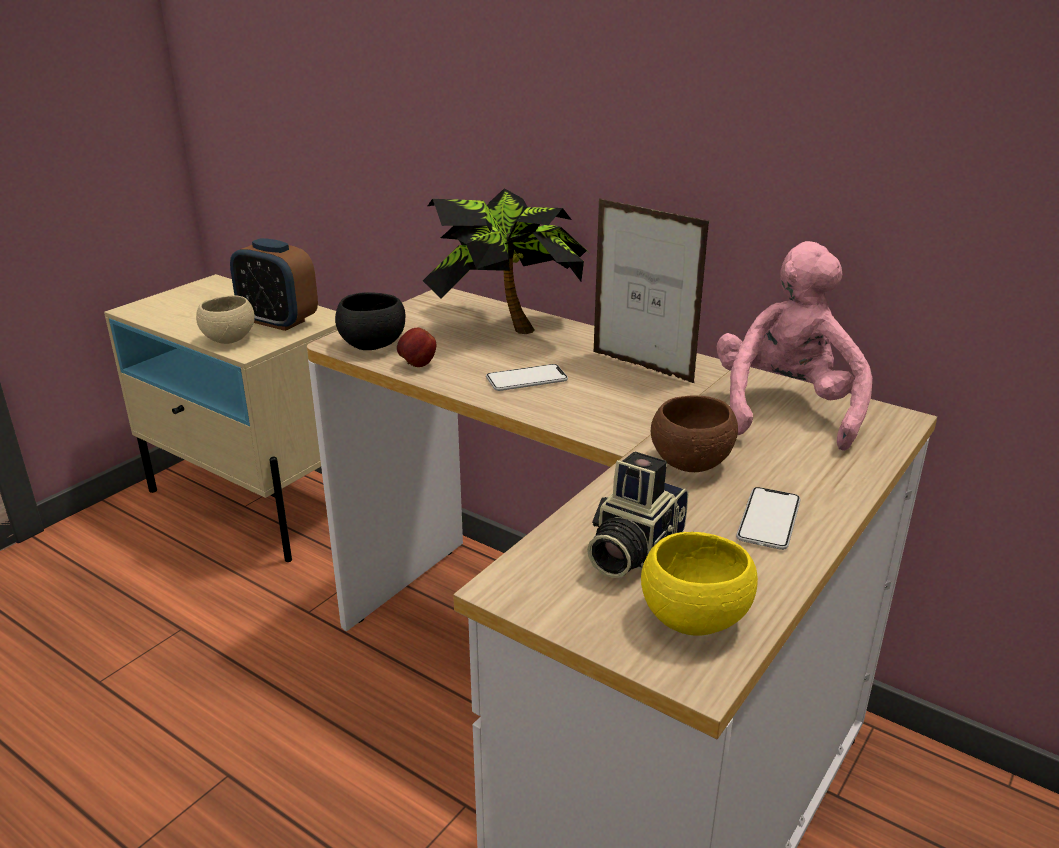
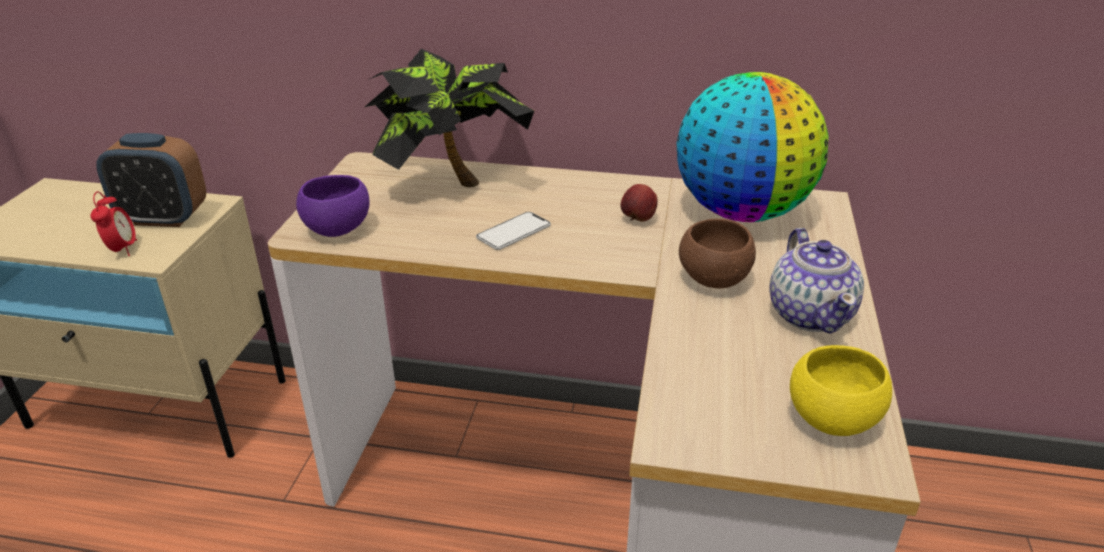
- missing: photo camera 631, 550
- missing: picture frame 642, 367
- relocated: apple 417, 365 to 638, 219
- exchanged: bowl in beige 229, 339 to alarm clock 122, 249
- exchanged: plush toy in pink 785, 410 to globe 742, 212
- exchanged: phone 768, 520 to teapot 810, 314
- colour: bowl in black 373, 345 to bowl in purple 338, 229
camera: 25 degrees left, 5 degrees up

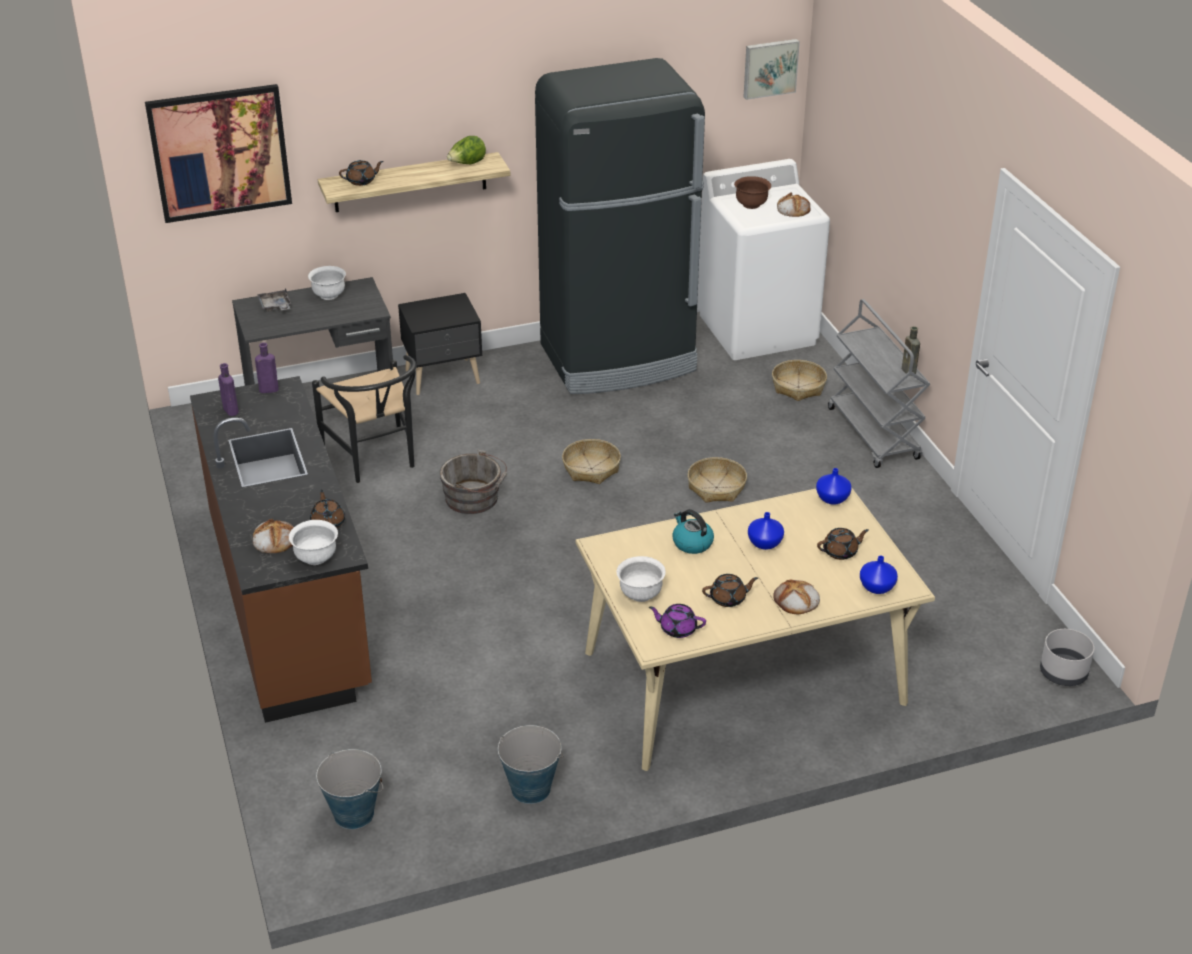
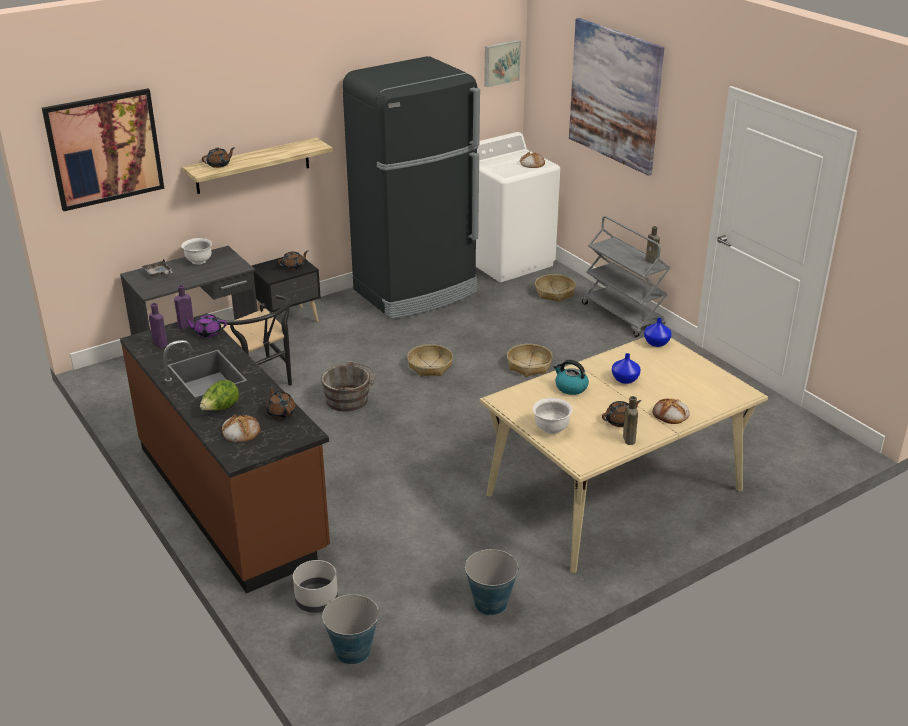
- missing: bowl in white 316, 558
- missing: bowl in brown 751, 205
- missing: vase in blue 877, 588
- appeared: picture 615, 95
- appeared: bottle in brown 628, 439
- relocated: lettuce 467, 164 to 221, 409
- relocated: teapot in purple 677, 629 to 207, 333
- relocated: teapot in brown 841, 552 to 293, 266
- relocated: planter in grey 1063, 673 to 316, 601
camera: 15 degrees left, 5 degrees down

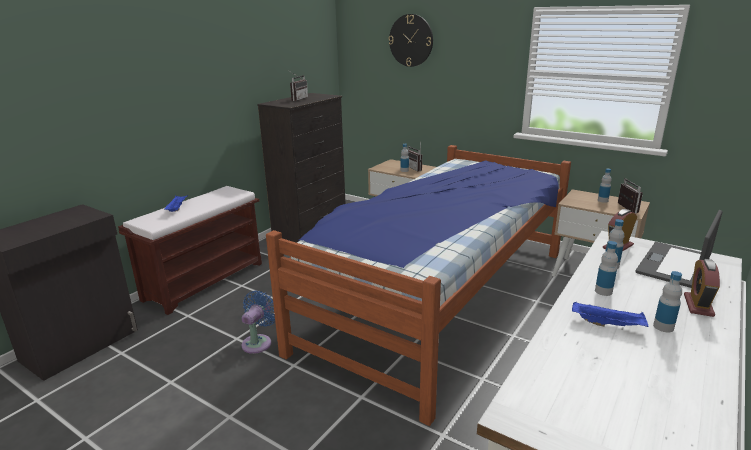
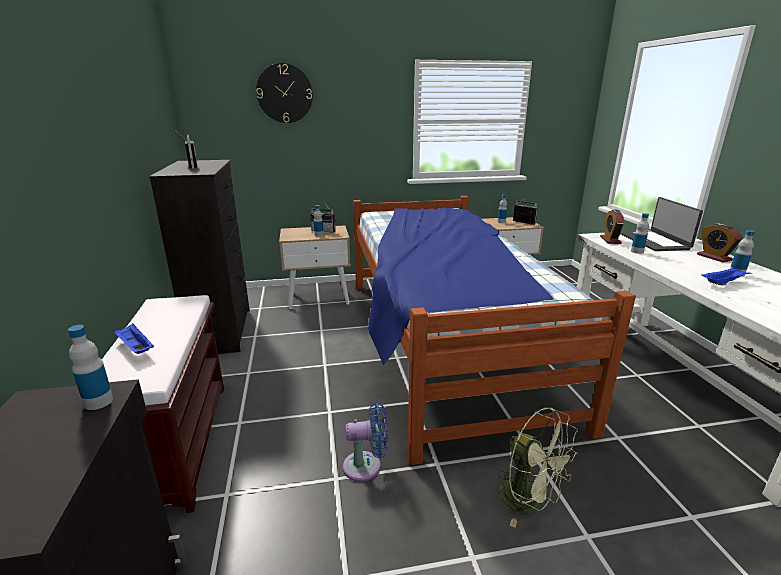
- appeared: fan in green 528, 501
- relocated: bottle 603, 291 to 98, 401
- spun: fan in blue 258, 342 = 366, 466 105 degrees clockwise
camera: 45 degrees left, 0 degrees up

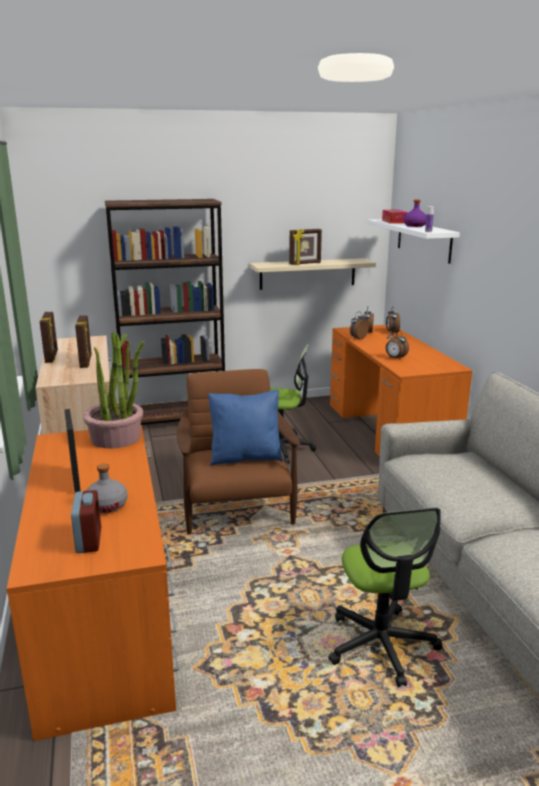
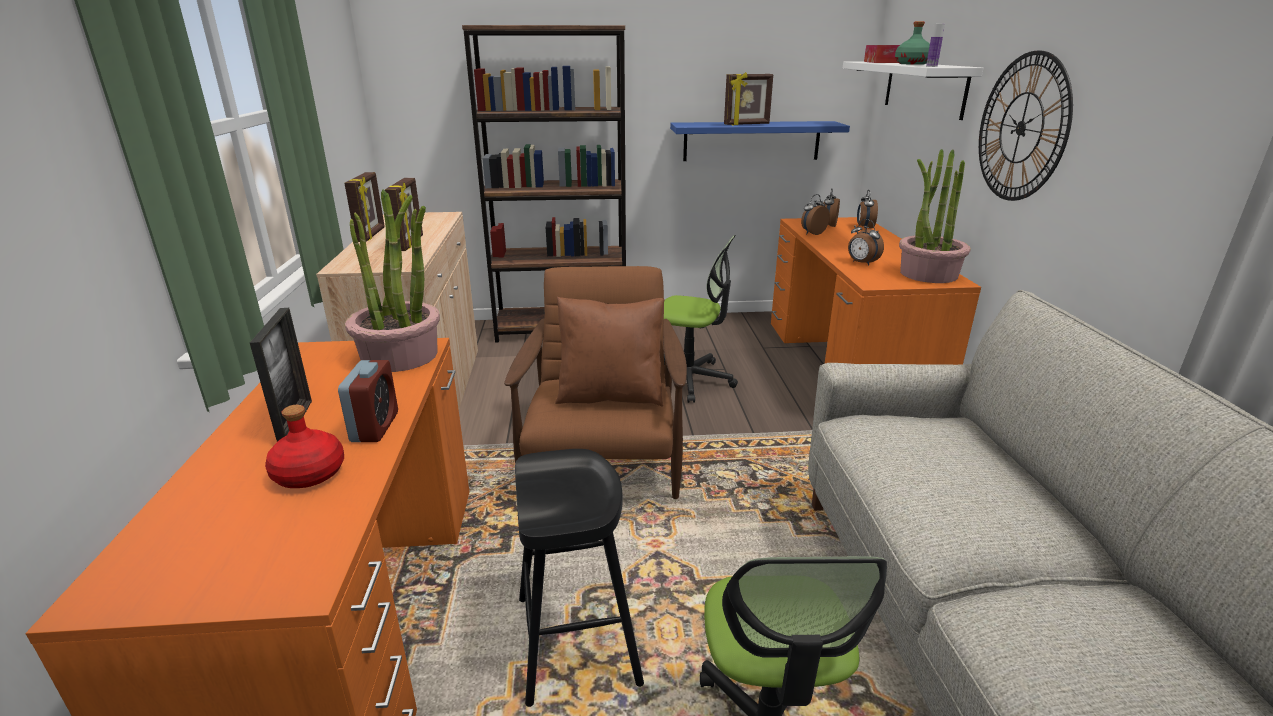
- appeared: stool in black 577, 639
- appeared: potted plant 928, 274
- appeared: wall clock 1021, 128
- relocated: alarm clock 88, 540 to 375, 427
- colour: bottle in grey 107, 505 to bottle in red 309, 473
- colour: pillow in blue 245, 457 to pillow in brown 610, 396
- colour: shelf in beige 307, 274 to shelf in blue 751, 141
- colour: bottle in purple 415, 226 to bottle in green 912, 64
camera: 10 degrees right, 5 degrees up

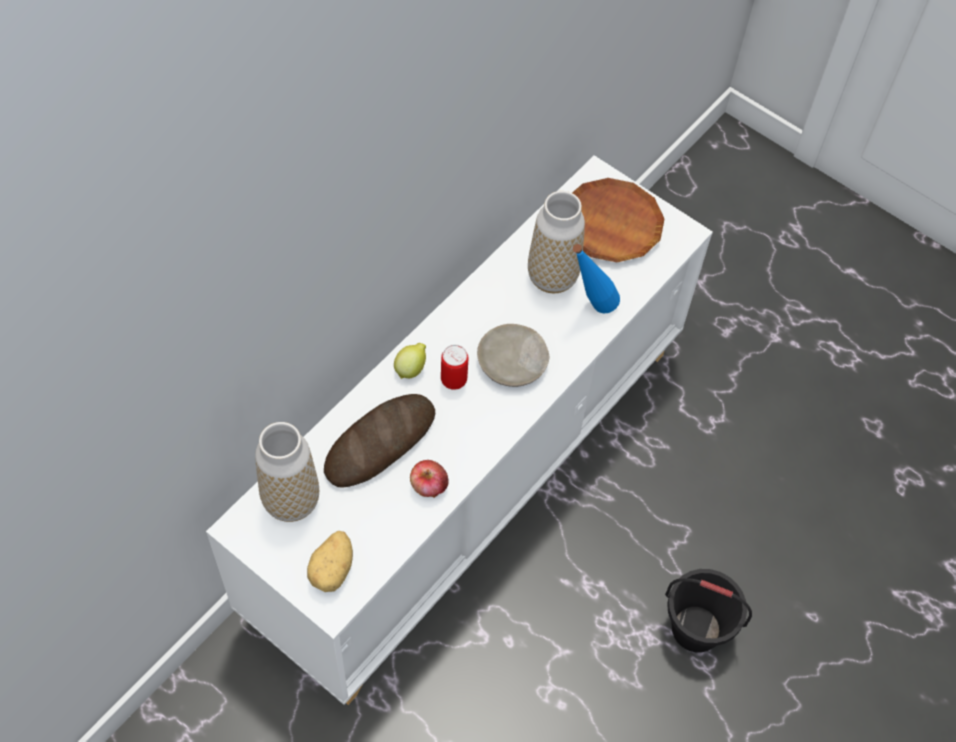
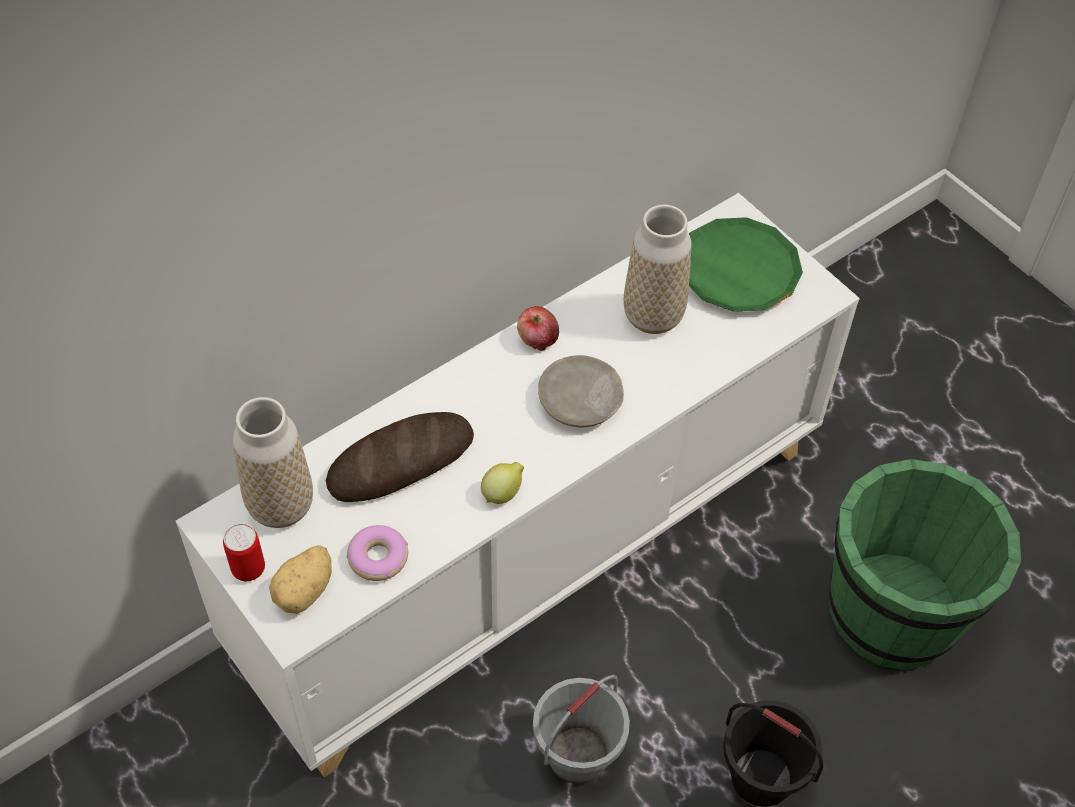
- missing: bottle in blue 589, 308
- appeared: donut 378, 558
- appeared: bucket in grey 577, 753
- appeared: bucket in green 895, 610
- relocated: lemon 411, 369 to 503, 493
- relocated: apple 428, 486 to 537, 339
- relocated: can 453, 380 to 248, 569
- colour: plate in brown 611, 225 to plate in green 738, 271
camera: 15 degrees right, 5 degrees down

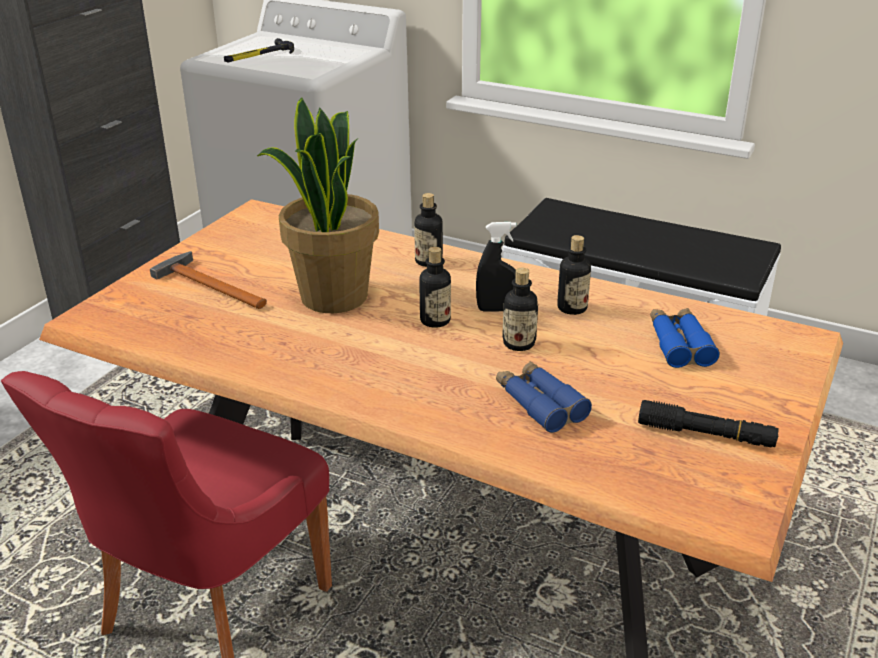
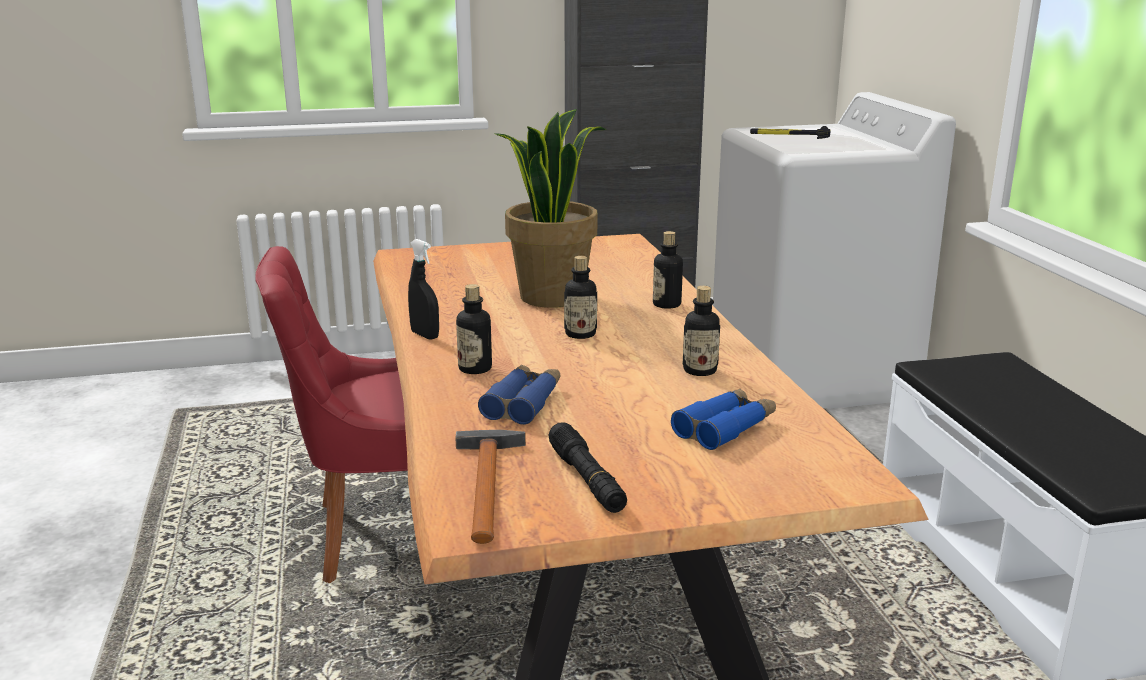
- relocated: hammer 209, 285 to 488, 483
- relocated: spray bottle in black 496, 309 to 425, 335
- relocated: bottle 518, 343 to 475, 368
camera: 50 degrees right, 10 degrees down

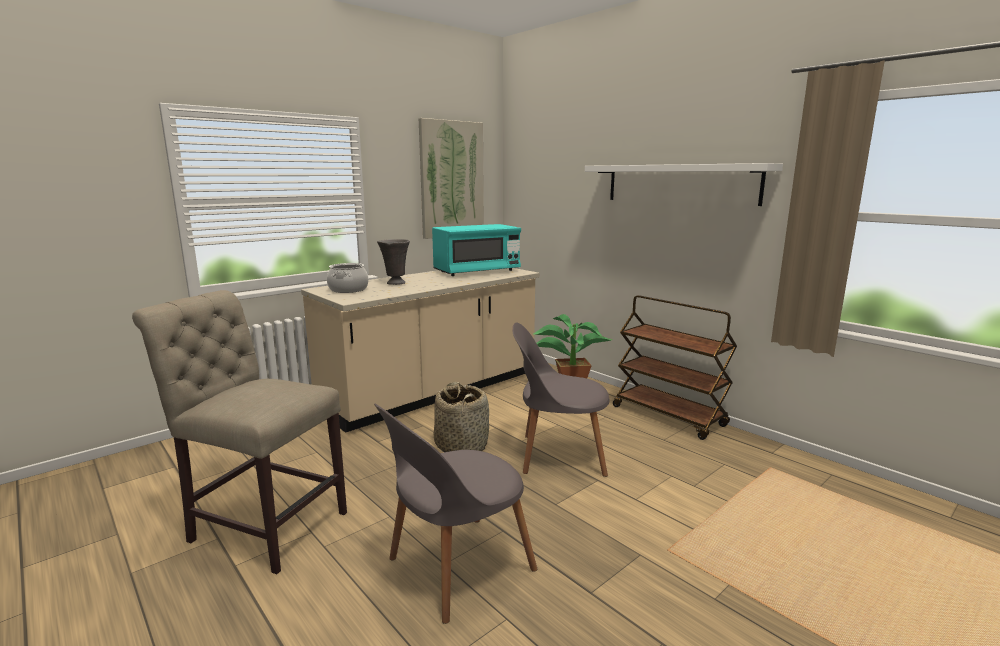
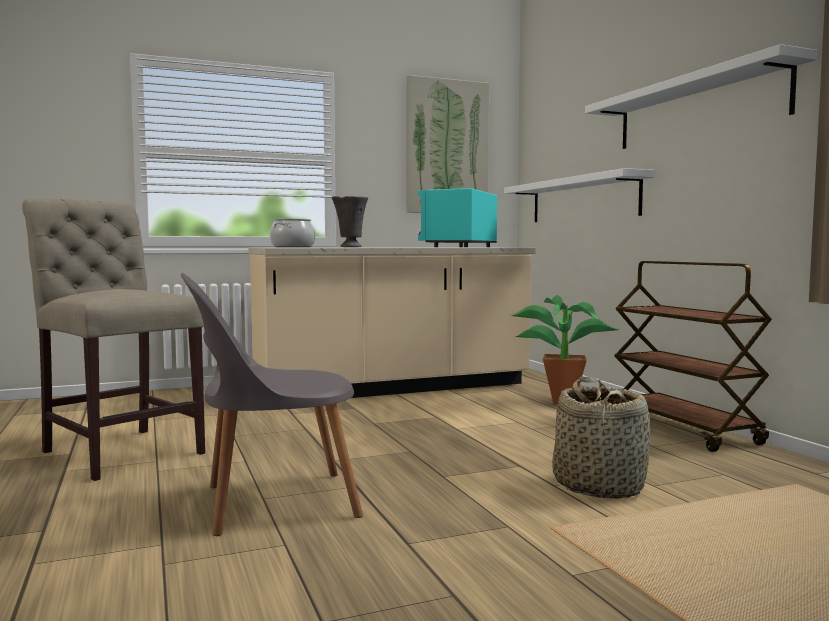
- missing: chair in grey 558, 455
- appeared: shelf in white 582, 199
- relocated: basket 461, 445 to 599, 485
- spun: microwave in turquoise 477, 272 = 459, 247 120 degrees clockwise
camera: 20 degrees right, 10 degrees down

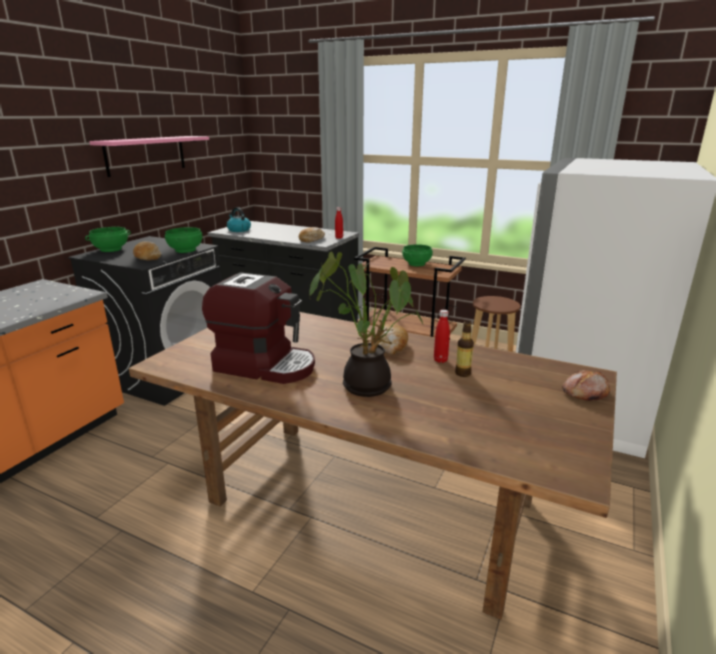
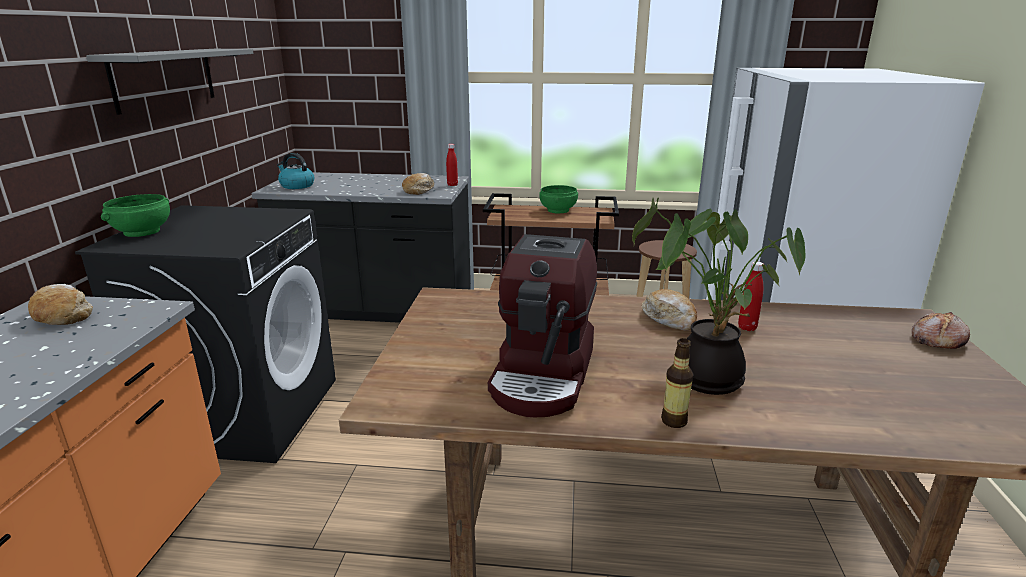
- missing: bowl in green 186, 250
- relocated: bread 147, 257 to 62, 315
- relocated: bottle 462, 373 to 674, 421
- colour: shelf in pink 146, 155 to shelf in grey 164, 78
- spun: coffee machine 265, 365 = 544, 375 105 degrees clockwise
camera: 20 degrees left, 0 degrees up

